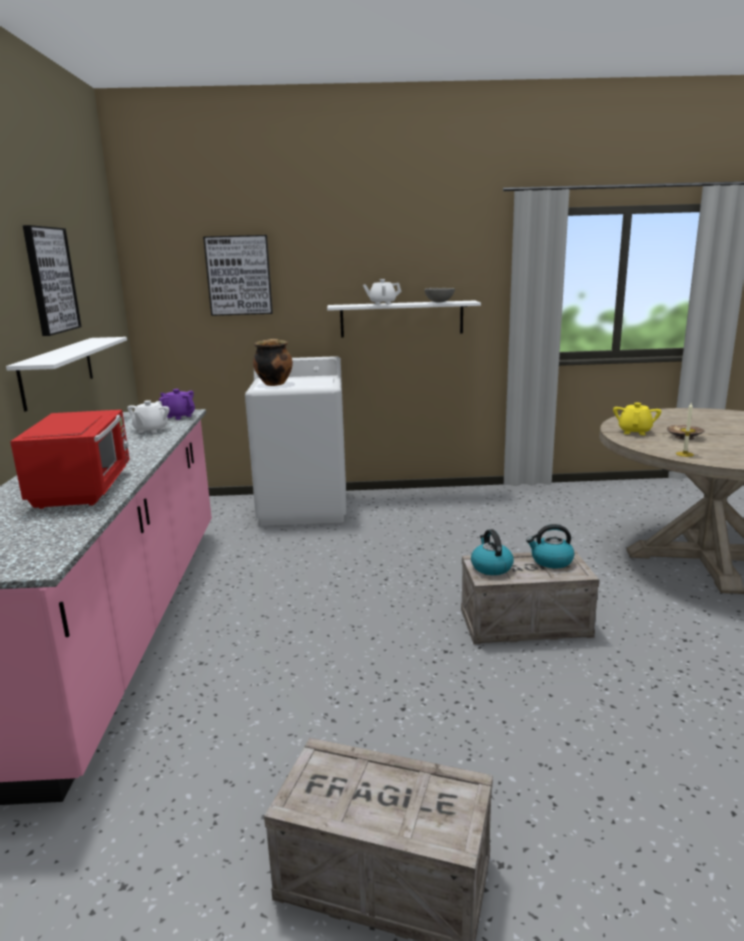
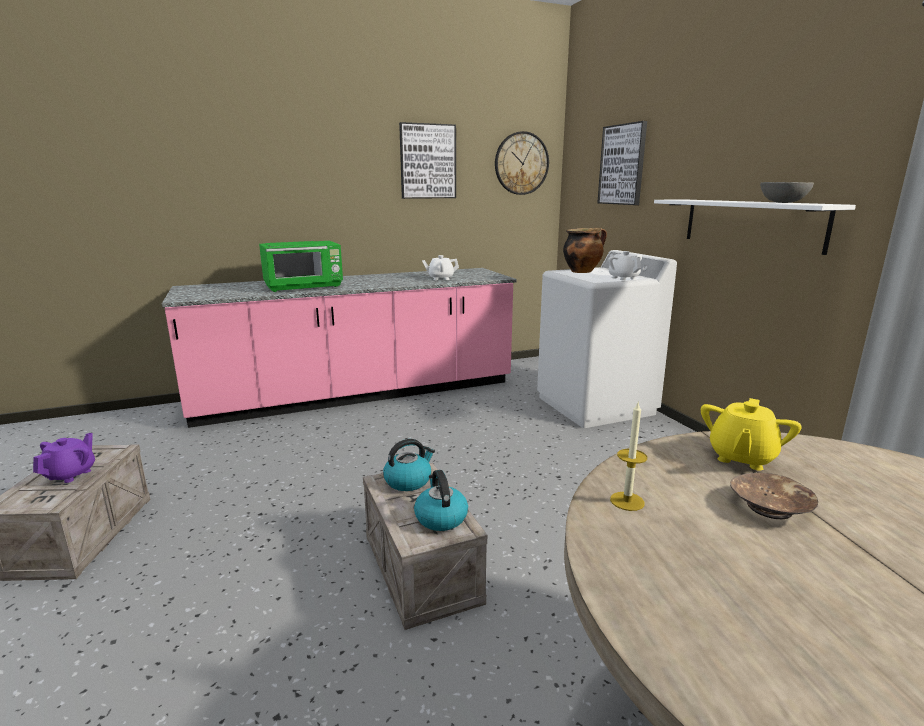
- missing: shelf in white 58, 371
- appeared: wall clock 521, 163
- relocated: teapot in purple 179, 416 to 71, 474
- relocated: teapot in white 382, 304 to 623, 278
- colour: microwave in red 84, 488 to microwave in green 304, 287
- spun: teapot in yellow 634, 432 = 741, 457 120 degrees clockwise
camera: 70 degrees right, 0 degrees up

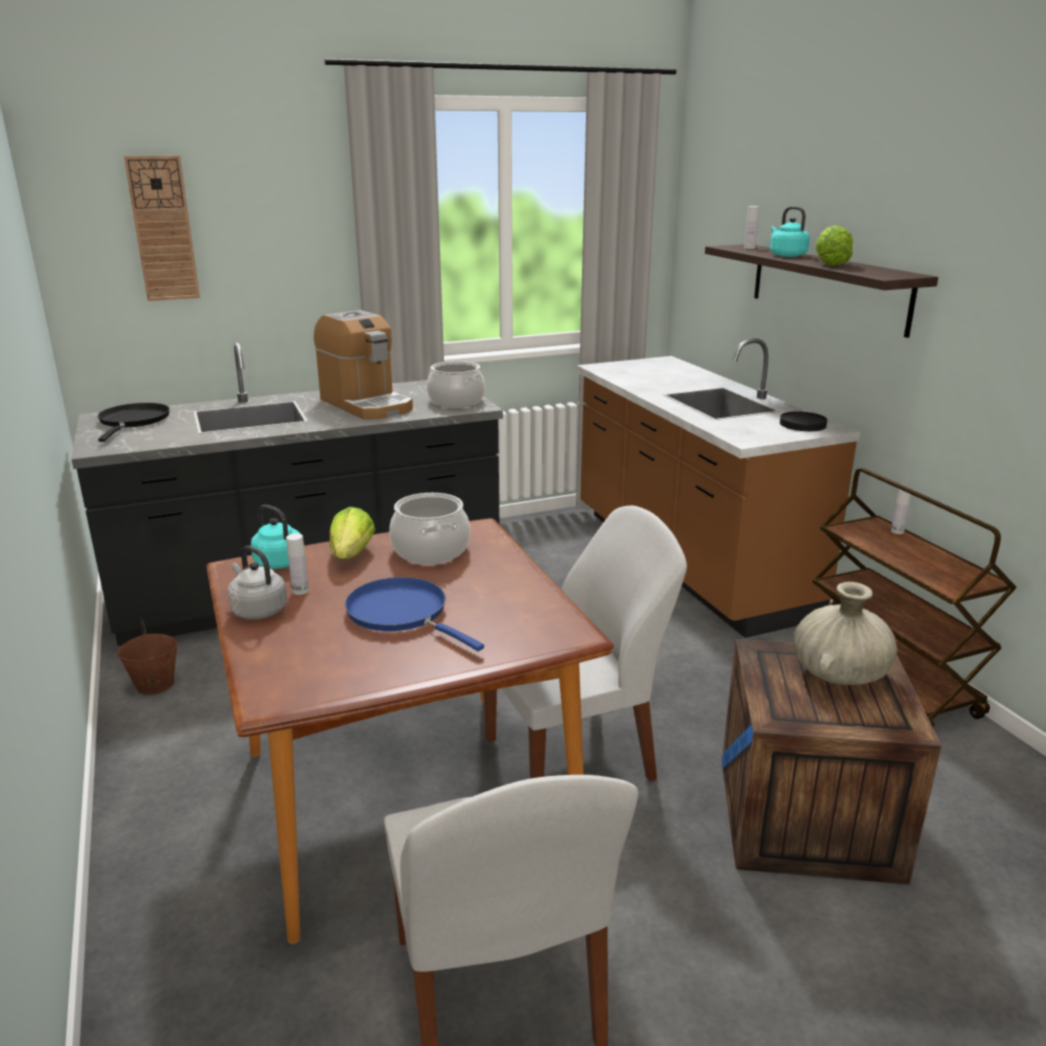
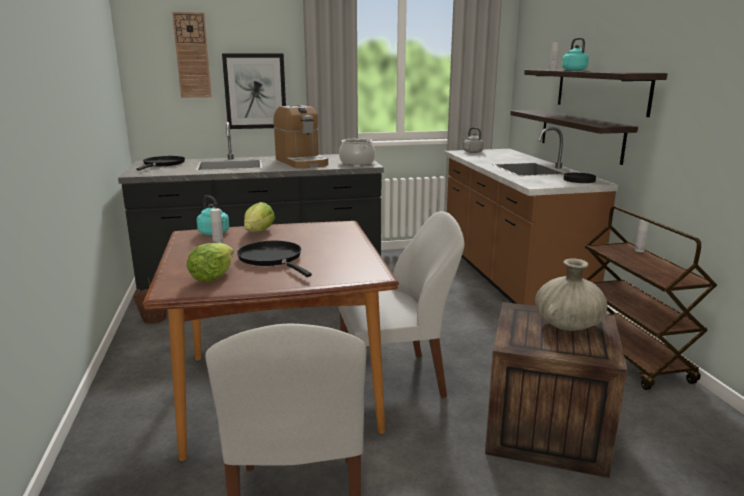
- missing: cooking pot 431, 550
- appeared: picture 255, 91
- appeared: shelf 580, 135
- relocated: kettle in grey 257, 610 to 472, 152
- relocated: lettuce 830, 264 to 212, 277
- colour: frying pan in blue 402, 613 to frying pan in black 272, 259
camera: 10 degrees right, 5 degrees down

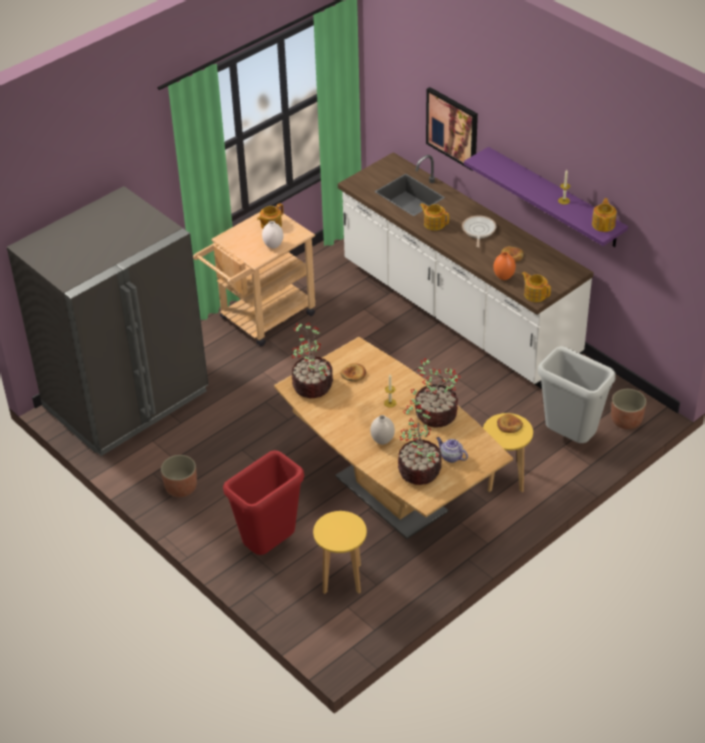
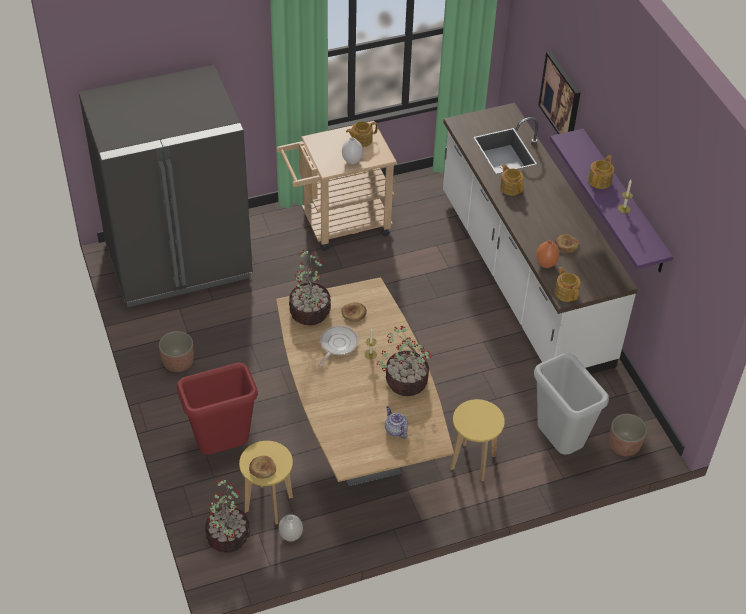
- relocated: vase in white 382, 441 to 291, 536
- relocated: potted plant 418, 470 to 228, 535
- relocated: frying pan 478, 231 to 337, 344
- relocated: bread 509, 425 to 262, 468
- relocated: teapot 603, 224 to 600, 180
camera: 20 degrees right, 5 degrees up

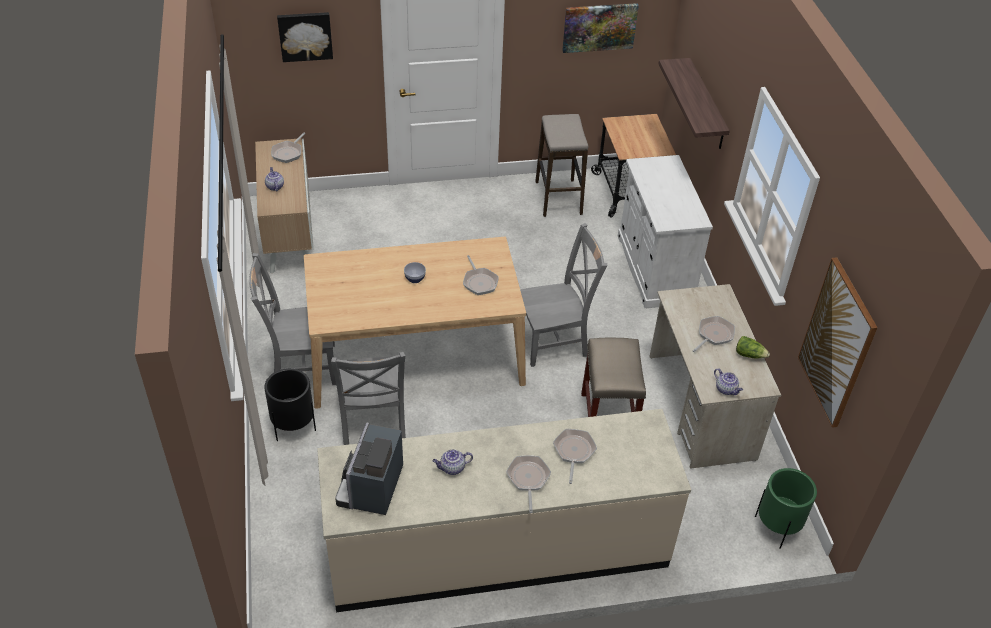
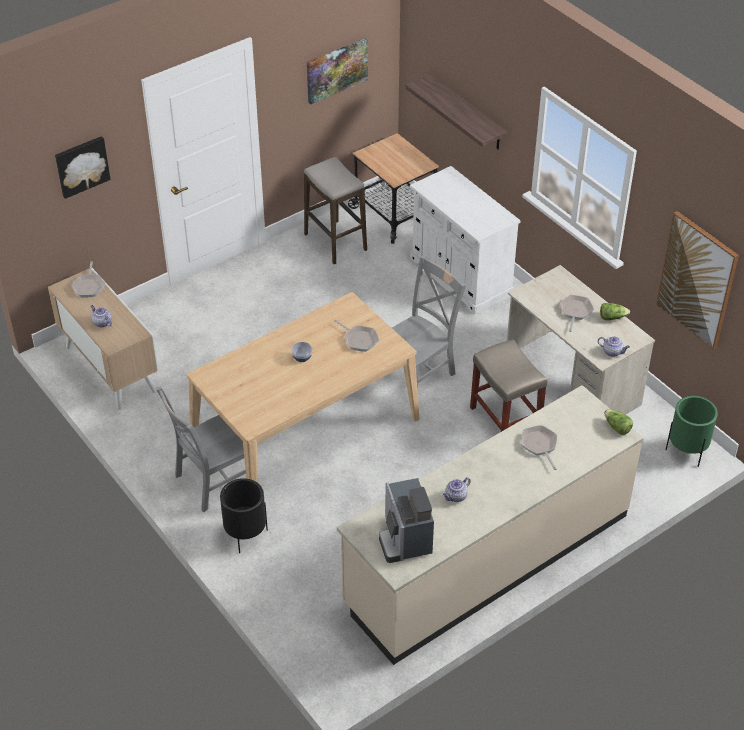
- missing: chair in grey 373, 424
- missing: frying pan 528, 479
- appeared: lettuce 617, 427
camera: 25 degrees left, 0 degrees up

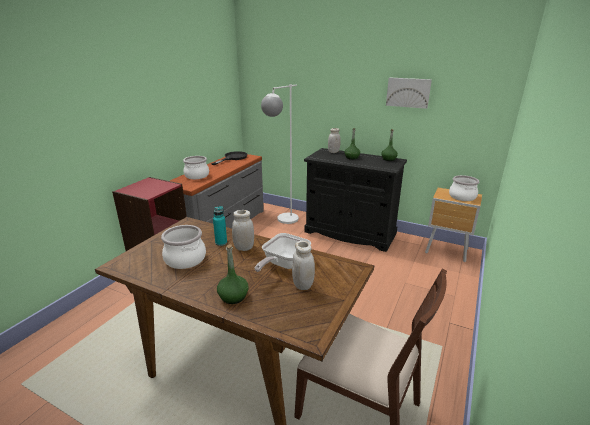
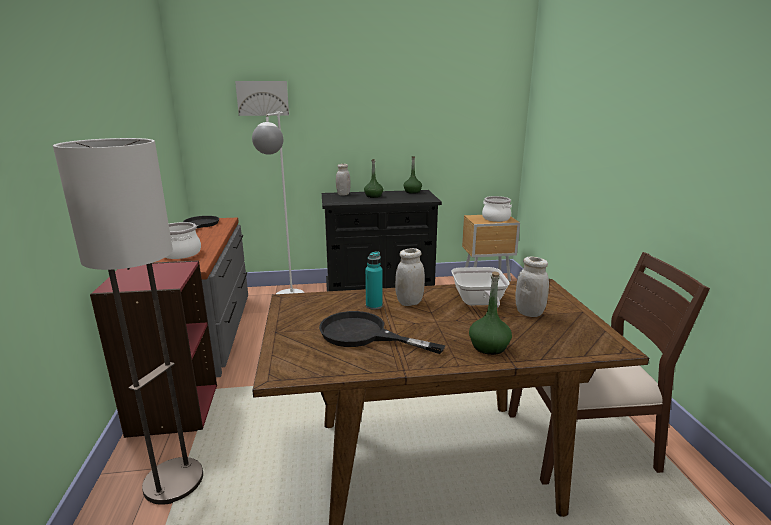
- appeared: floor lamp 174, 482
- relocated: picture 408, 92 to 263, 98
- exchanged: cooking pot 185, 259 to frying pan in black 363, 335
camera: 35 degrees left, 5 degrees down

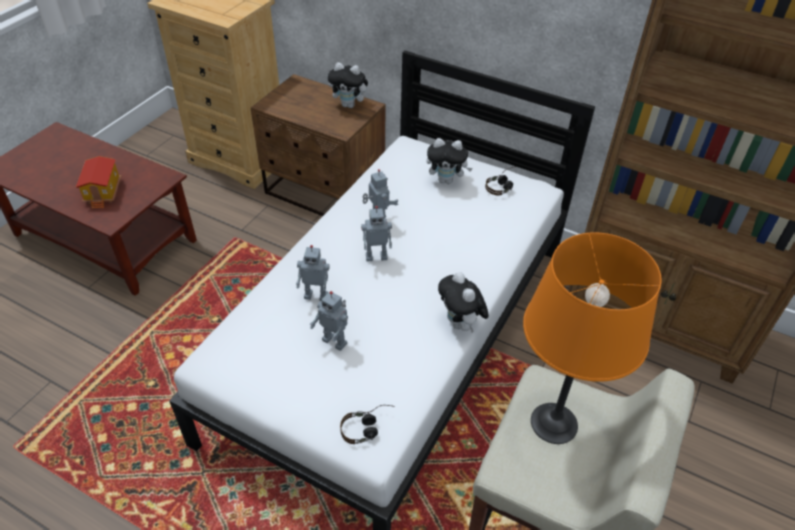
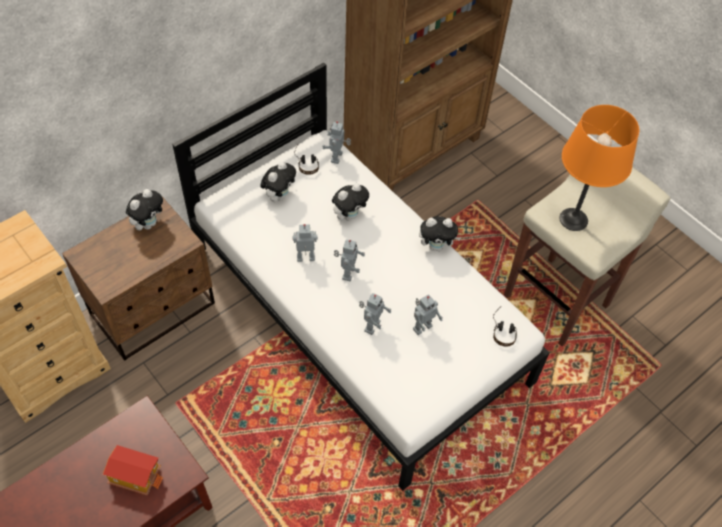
- appeared: toy robot 337, 157
- appeared: plush toy 349, 215
camera: 70 degrees left, 10 degrees up

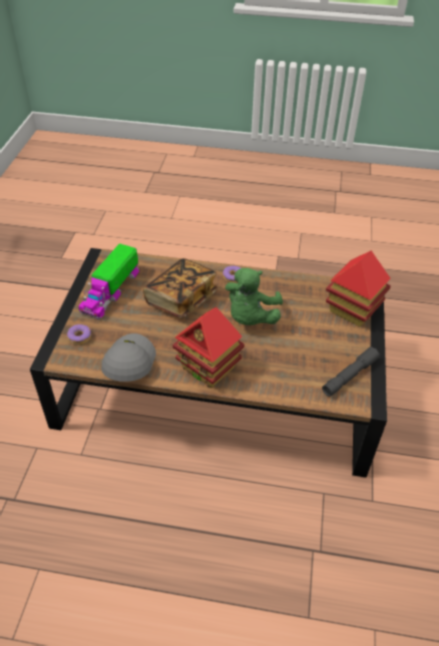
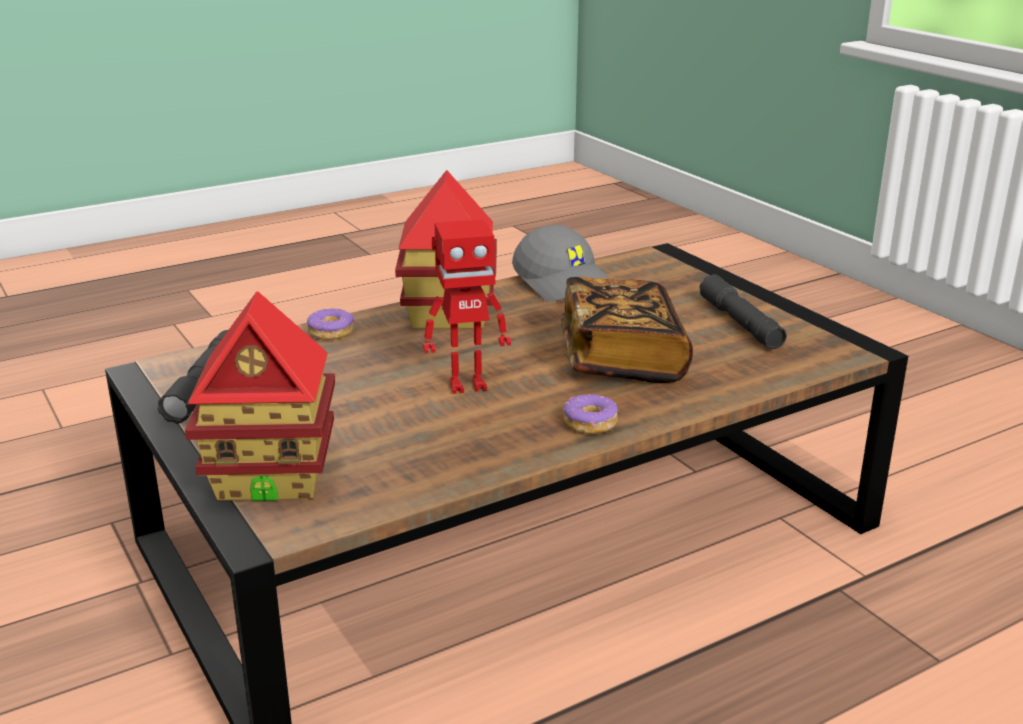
- relocated: donut 79, 337 to 331, 332
- exchanged: toy truck 111, 291 to flashlight in grey 740, 323
- exchanged: plush toy in green 250, 318 to toy robot 467, 385
camera: 140 degrees right, 20 degrees down

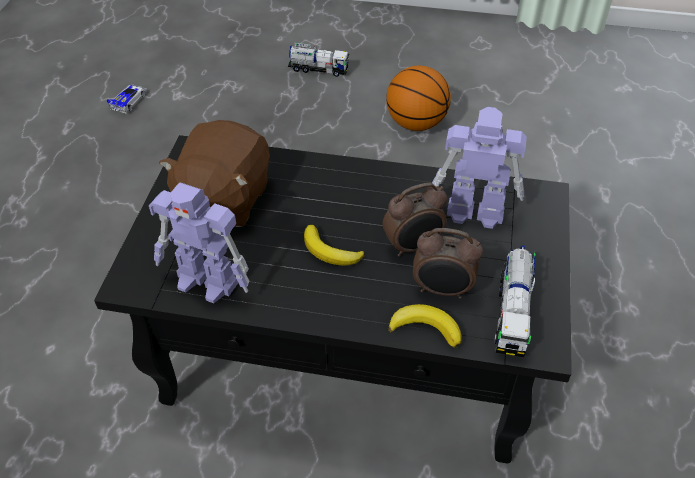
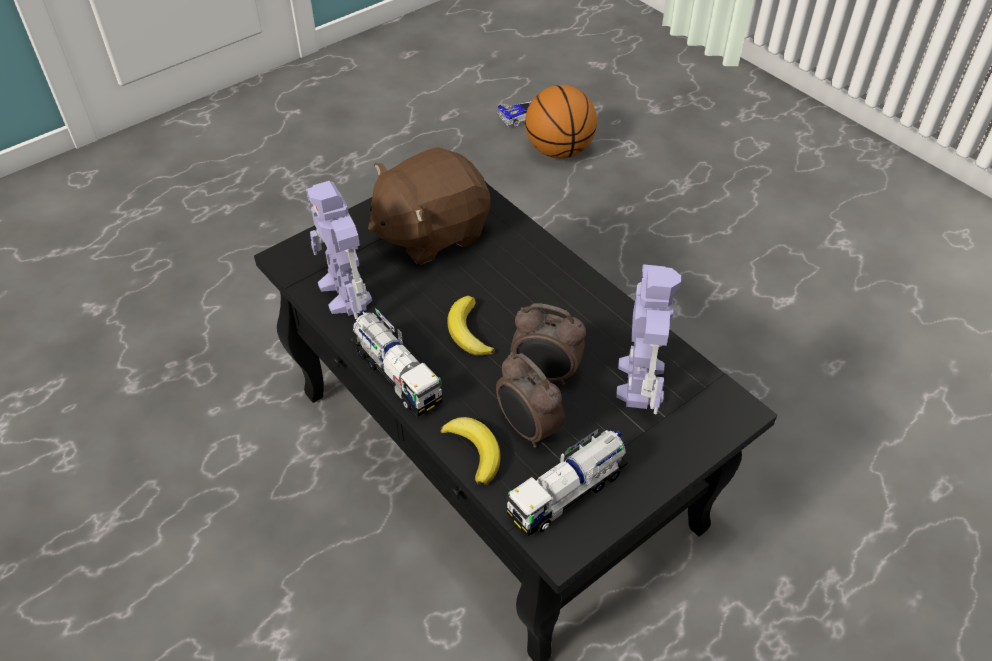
- relocated: toy truck 318, 69 to 397, 375
- relocated: basketball 416, 123 to 559, 150
- spun: toy robot 473, 212 = 640, 379 45 degrees clockwise
camera: 40 degrees right, 0 degrees up

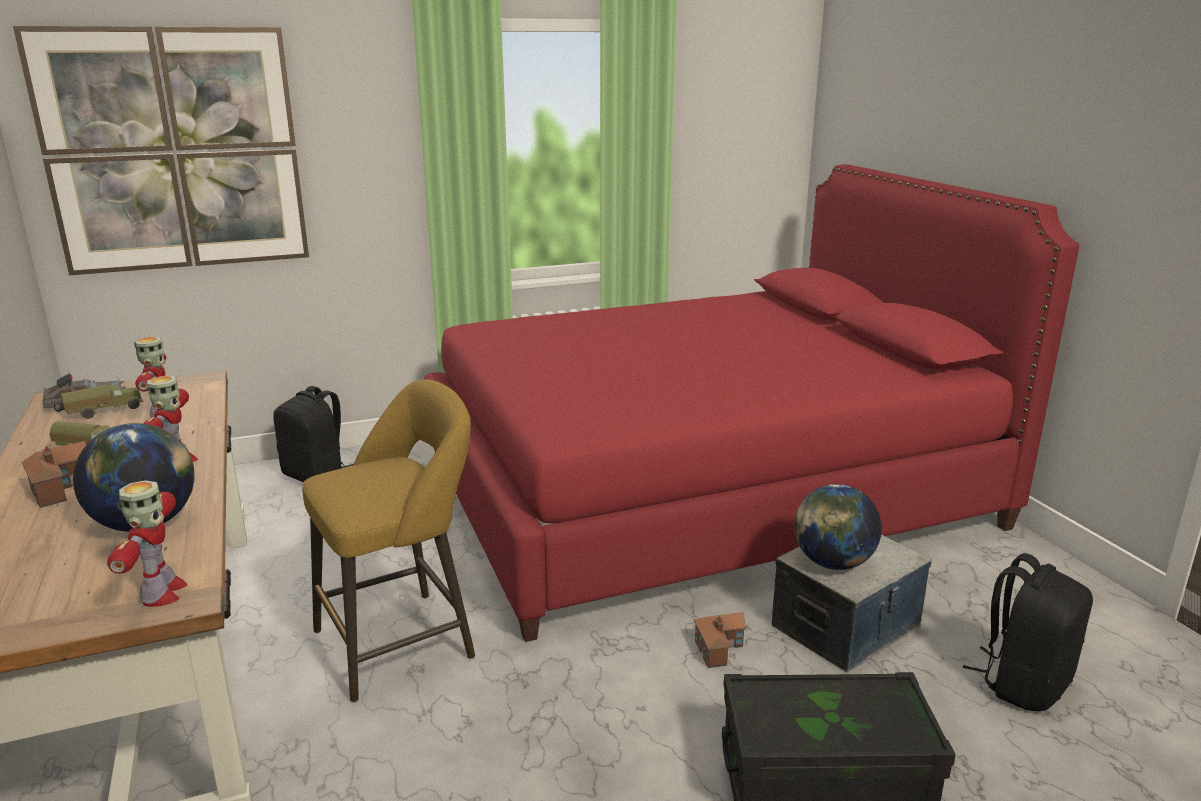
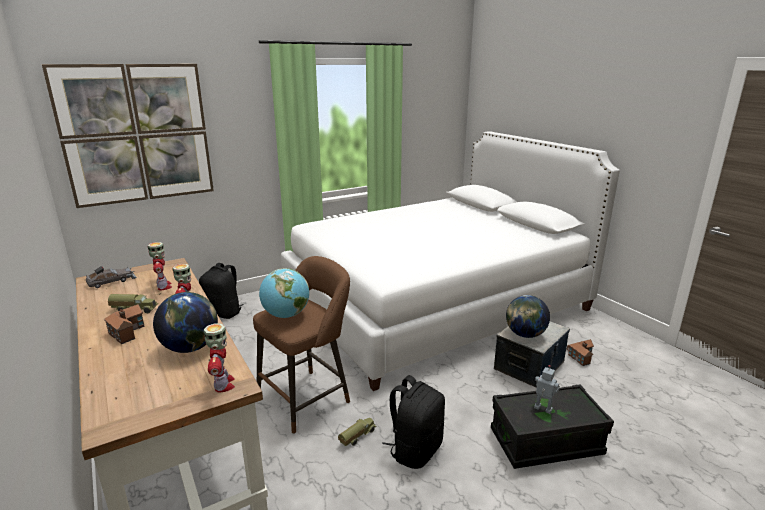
- appeared: globe 286, 315
- appeared: toy robot 542, 409
- relocated: toy truck 105, 411 to 357, 437
- relocated: toy house 719, 646 to 580, 356
- relocated: backpack in black 1023, 683 to 415, 450
- colour: stool in yellow 403, 641 to stool in brown 308, 398
- colour: bed in red 703, 491 to bed in white 435, 304
camera: 10 degrees left, 0 degrees up

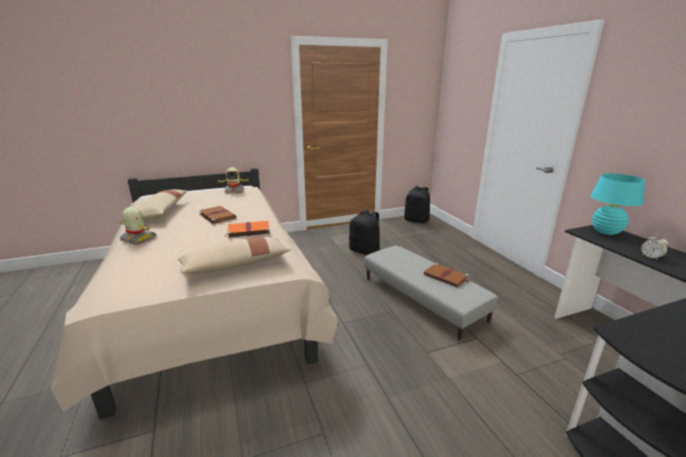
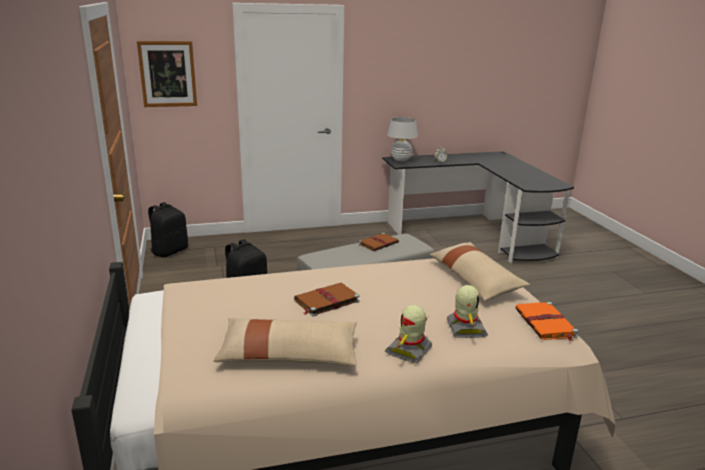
- appeared: picture 168, 74
- relocated: toy robot 234, 191 to 465, 329
- relocated: book in orange 248, 230 to 545, 323
- colour: table lamp in turquoise 605, 232 to table lamp in white 401, 160
camera: 85 degrees left, 0 degrees up

